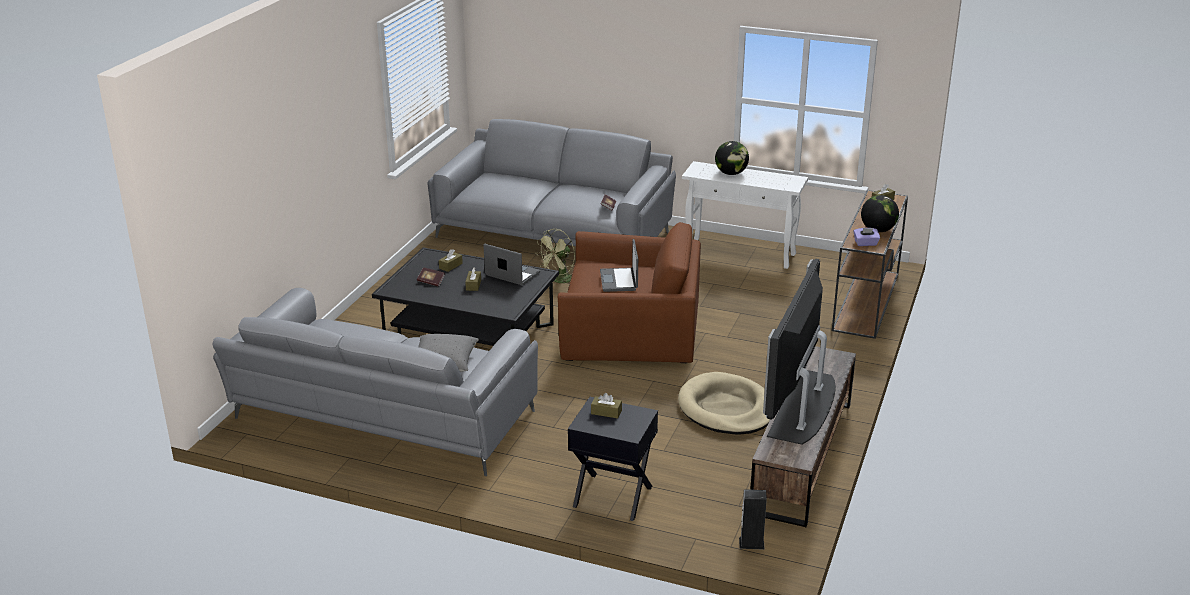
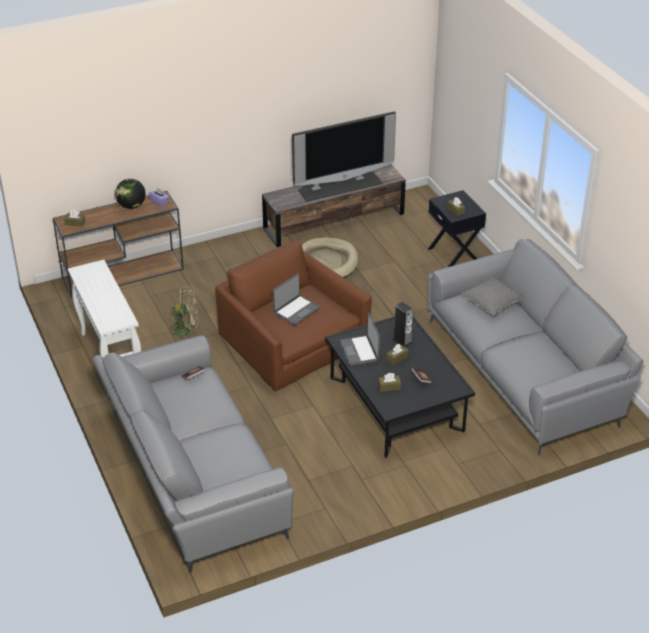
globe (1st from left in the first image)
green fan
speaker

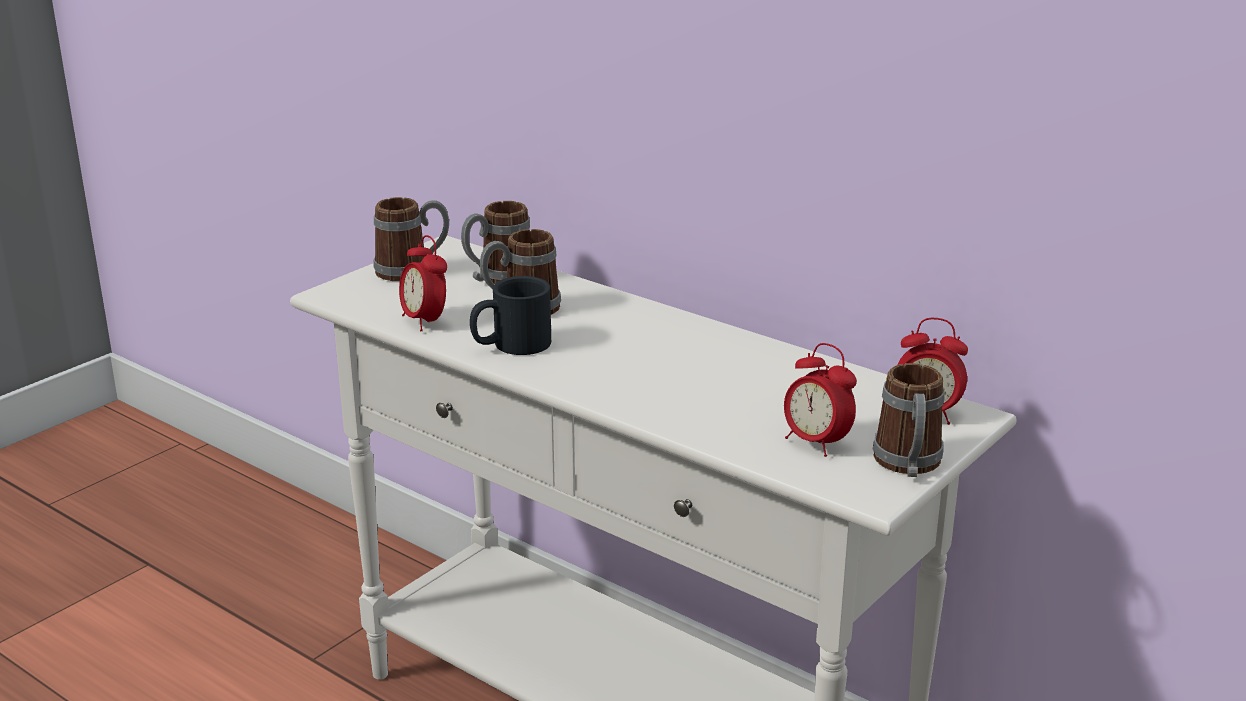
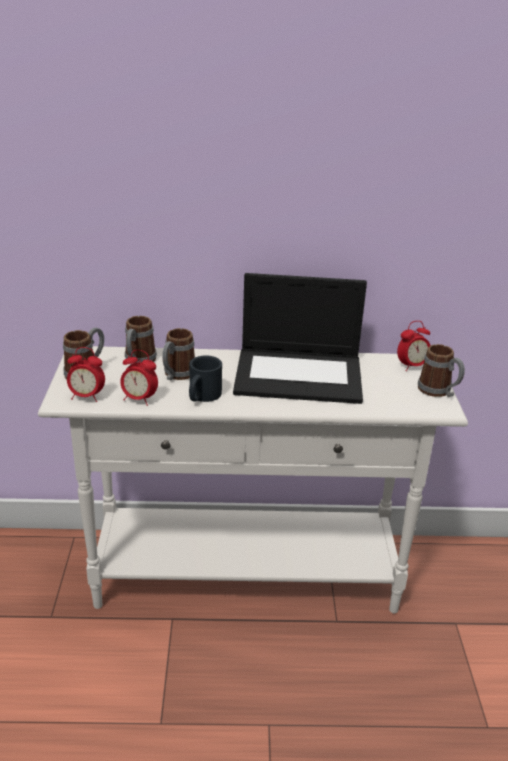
laptop
alarm clock (1st from left)

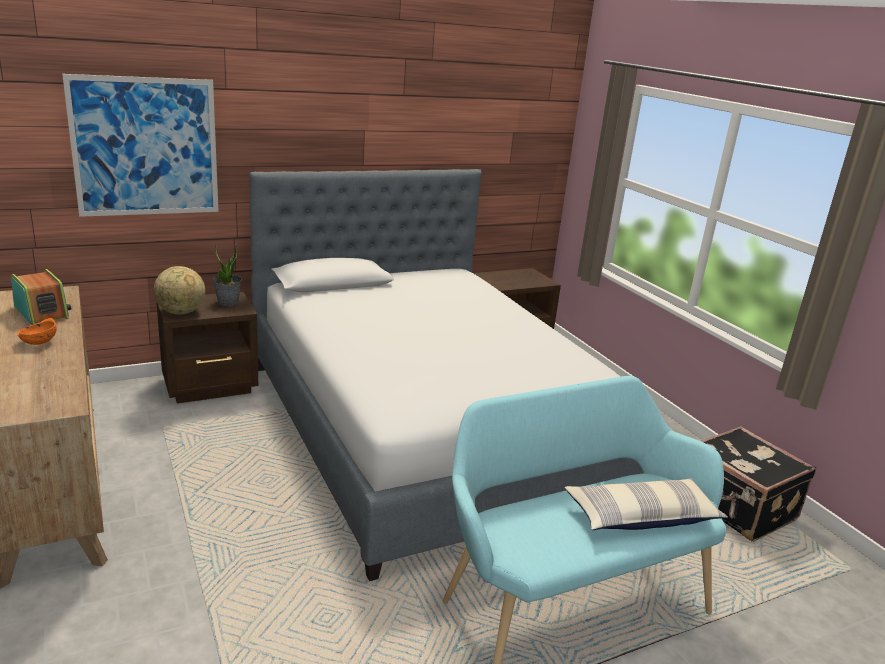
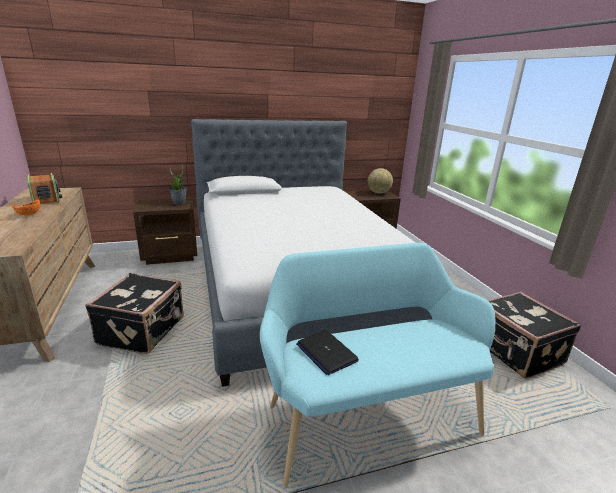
picture
pillow
black suitcase (1st from left)
laptop
globe

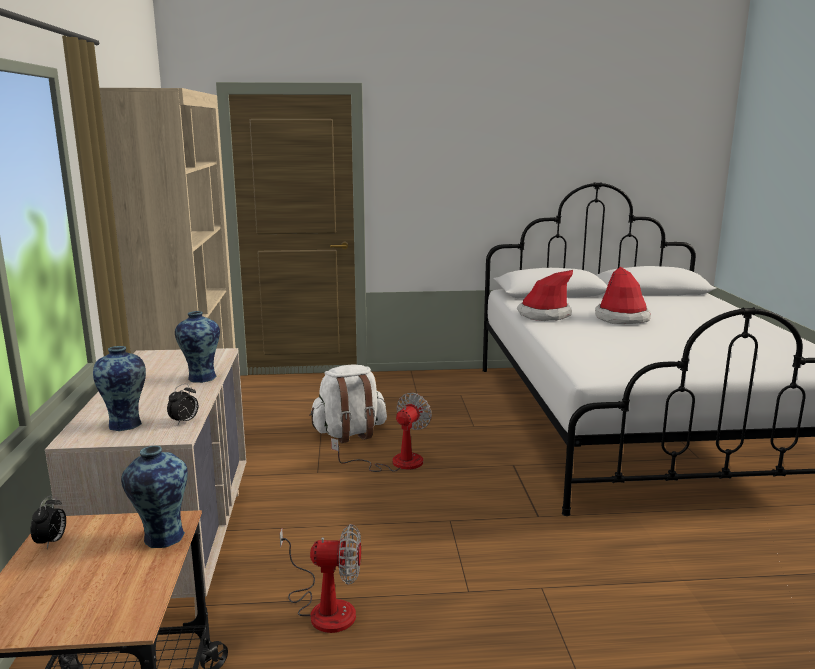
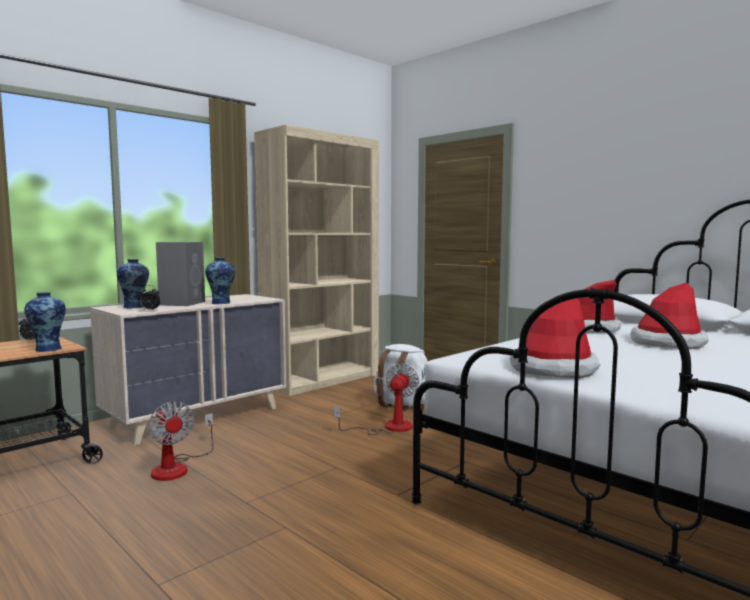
grey speaker
hat (1st from left)
fan (2nd from left)

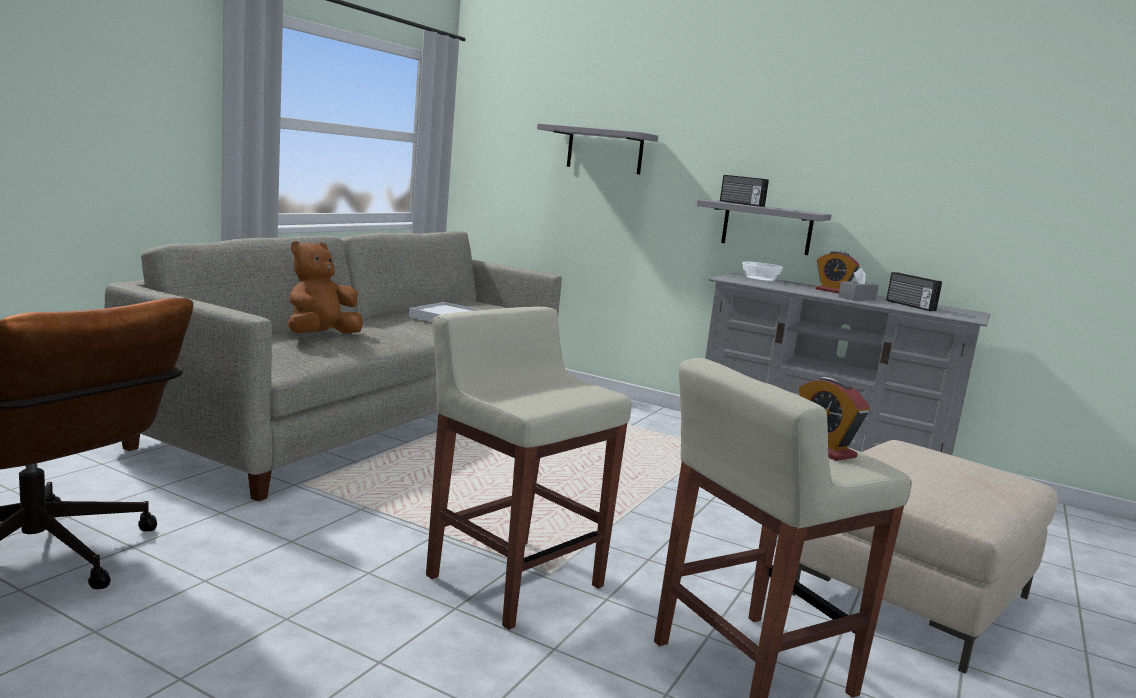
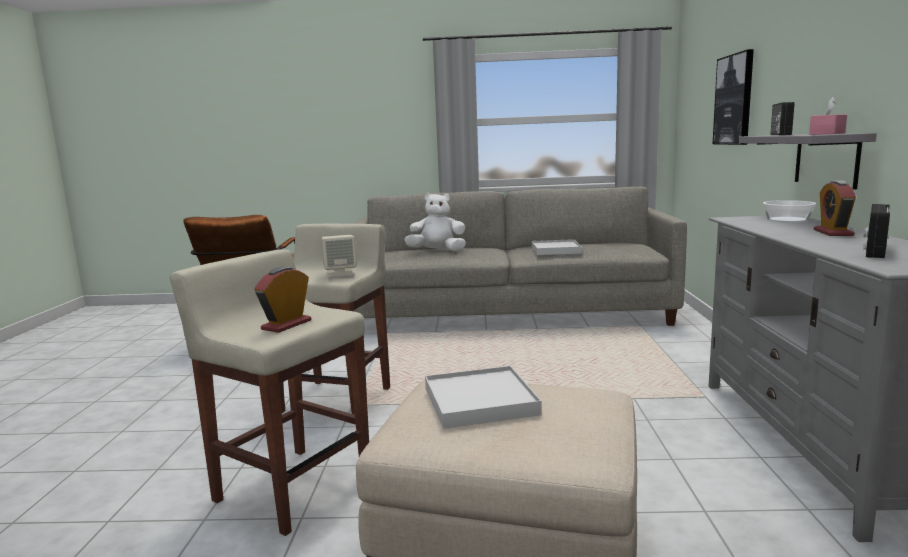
grey tissue box
beige speaker
white tray (1st from left)
pink tissue box
picture
white plush toy

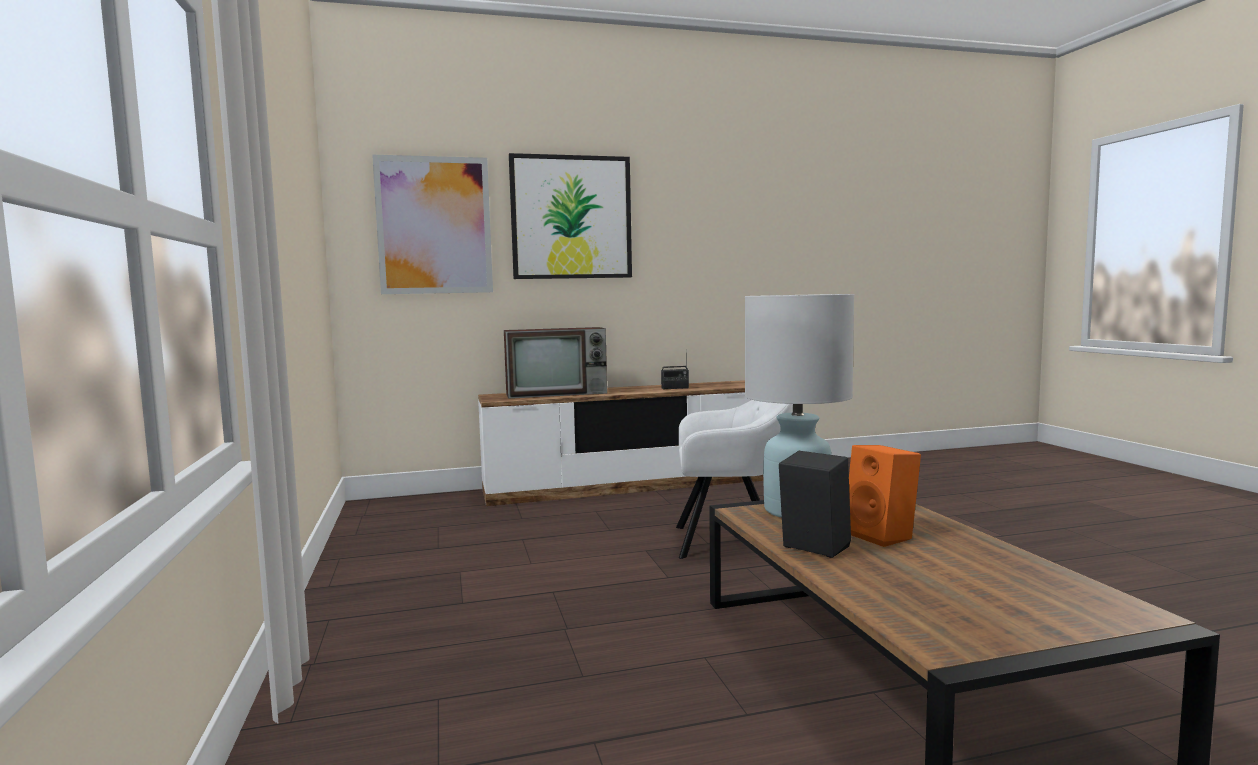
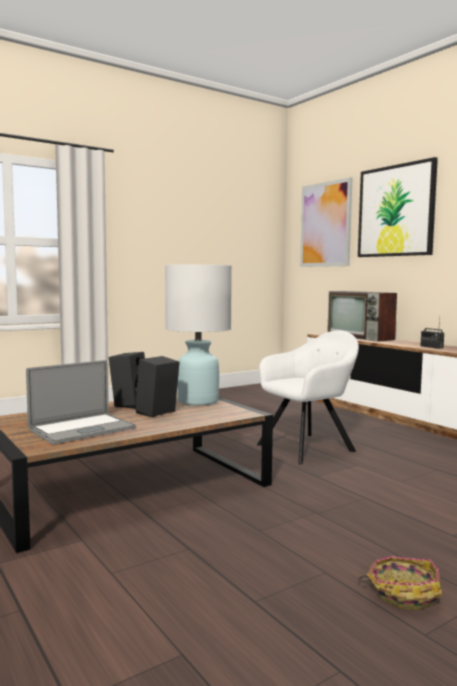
laptop
basket
black speaker (2nd from left)
white armchair

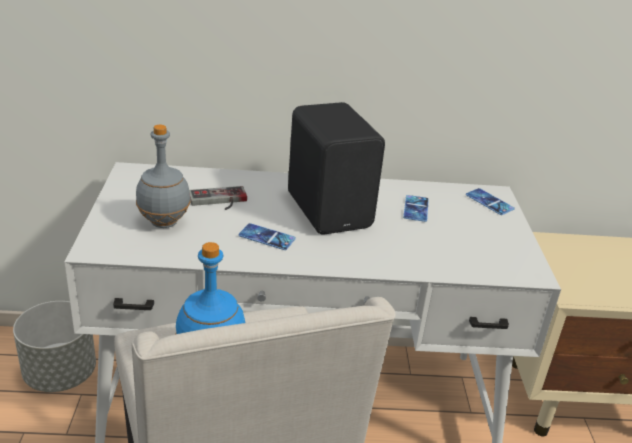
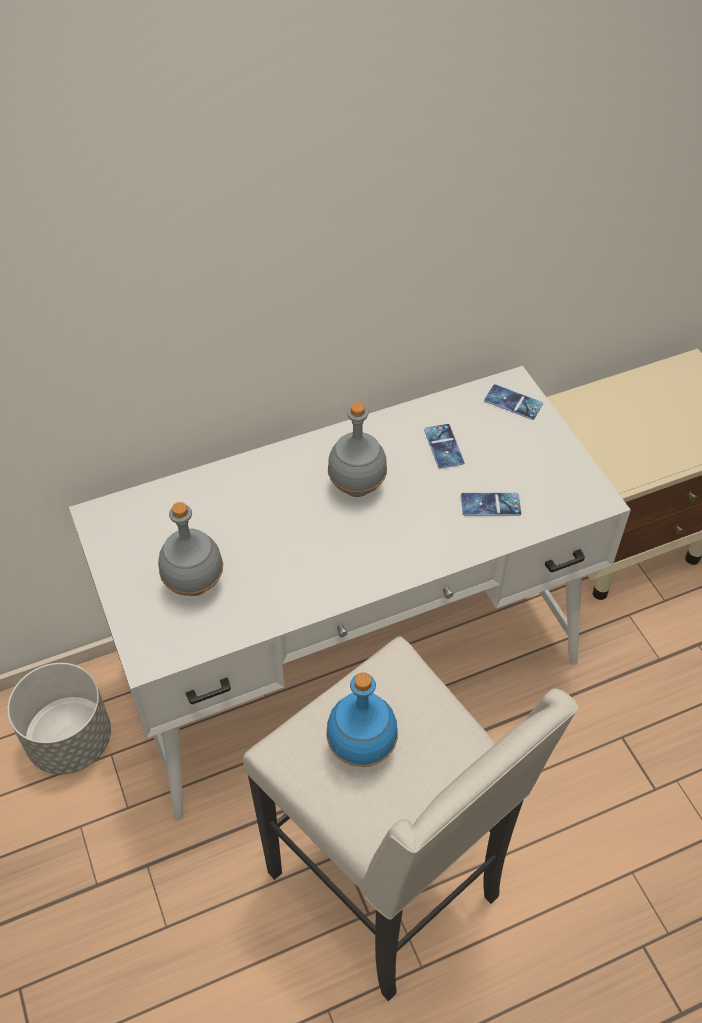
game controller
phone (2nd from left)
grey bottle (2nd from left)

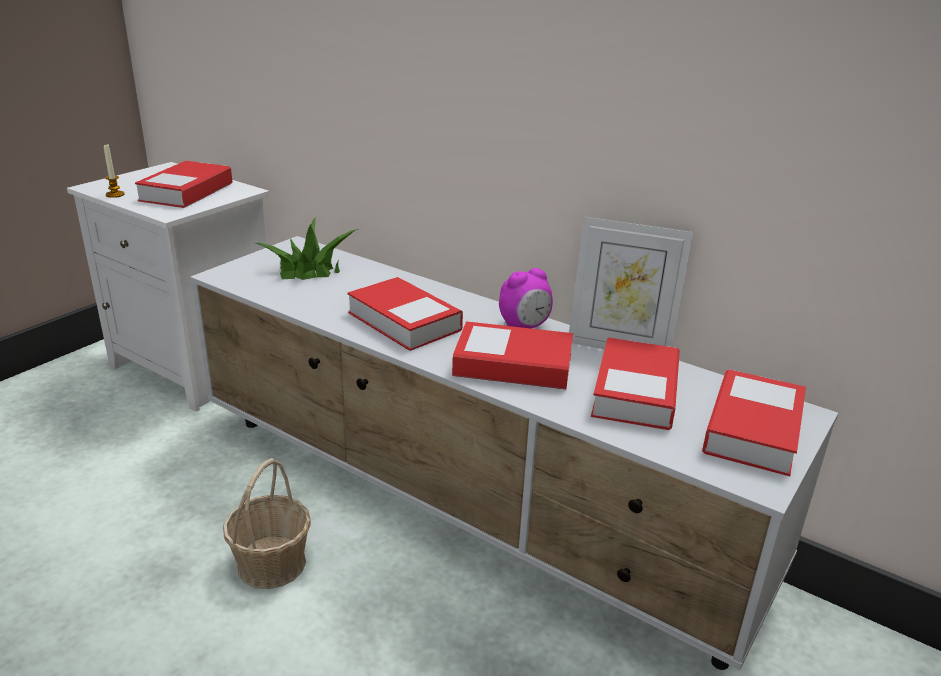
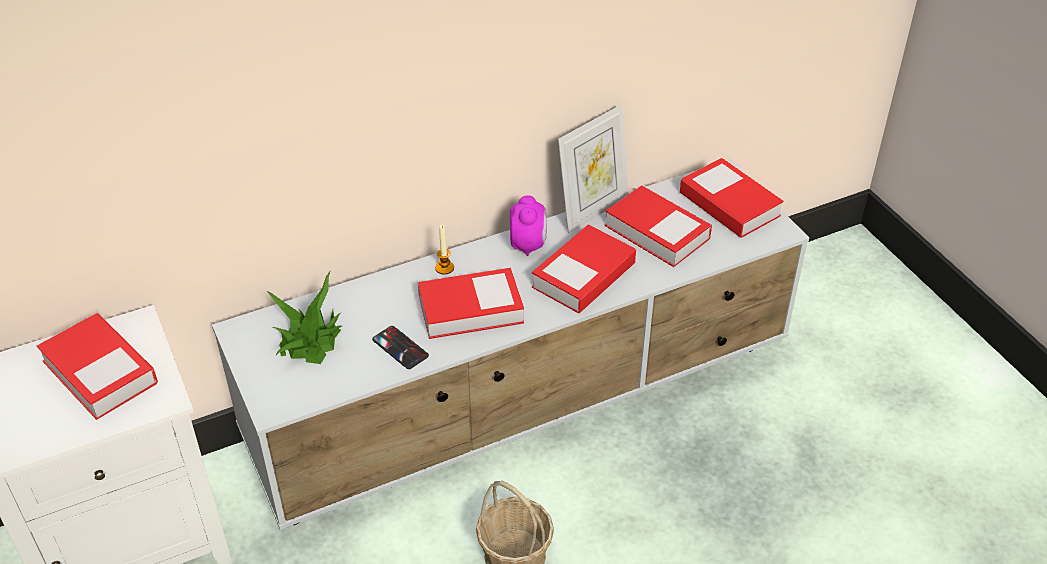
phone
candle

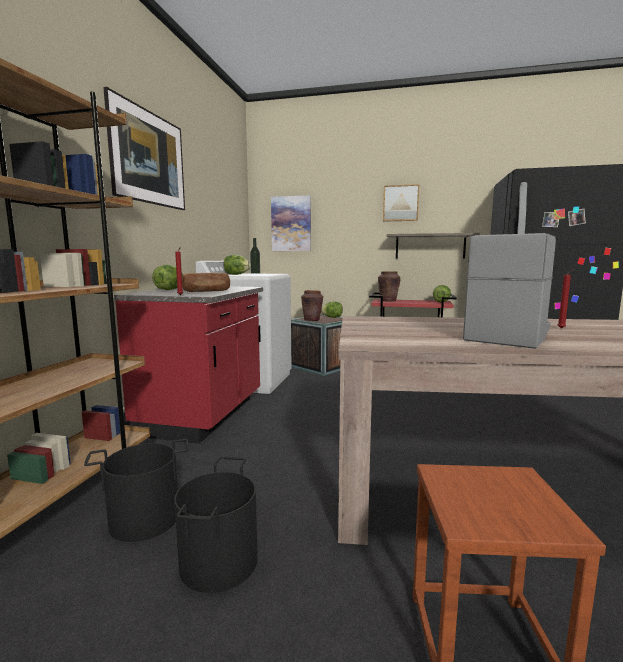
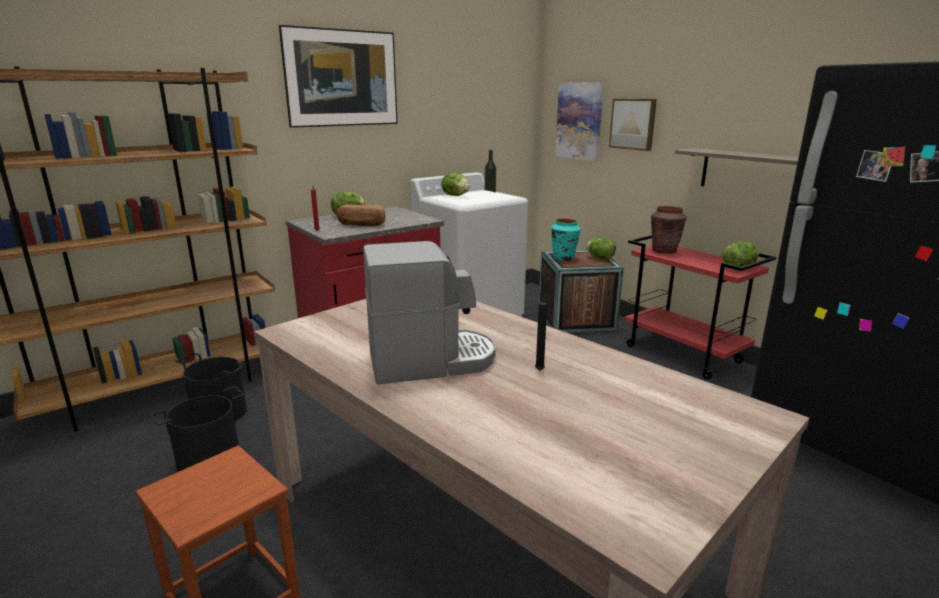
picture (3rd from left)
turquoise vase
black candle

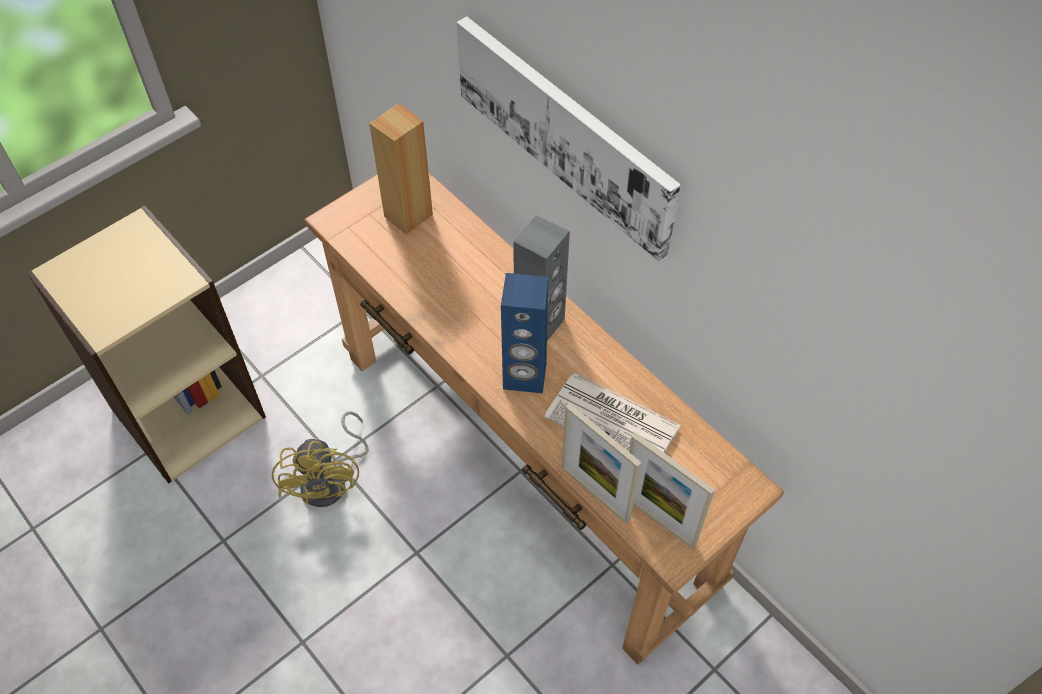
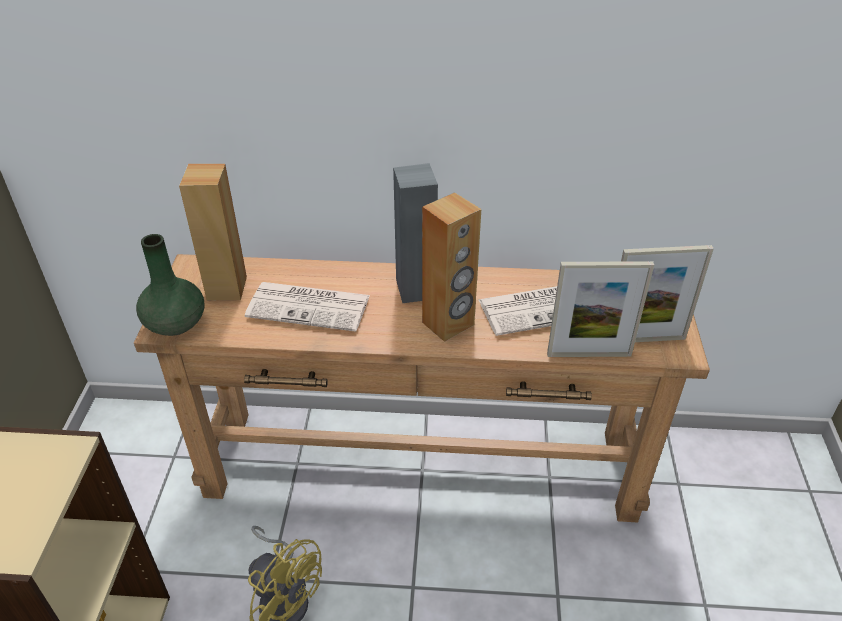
picture
green vase
newspaper (1st from left)
brown speaker (2nd from left)

